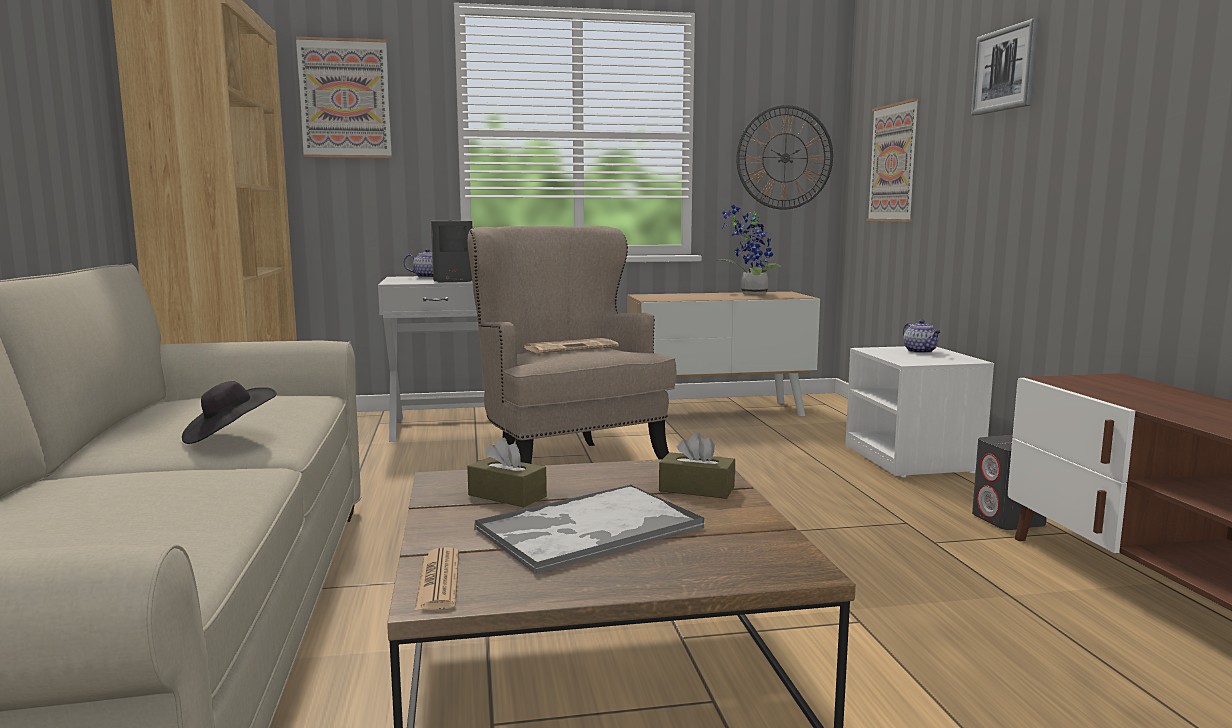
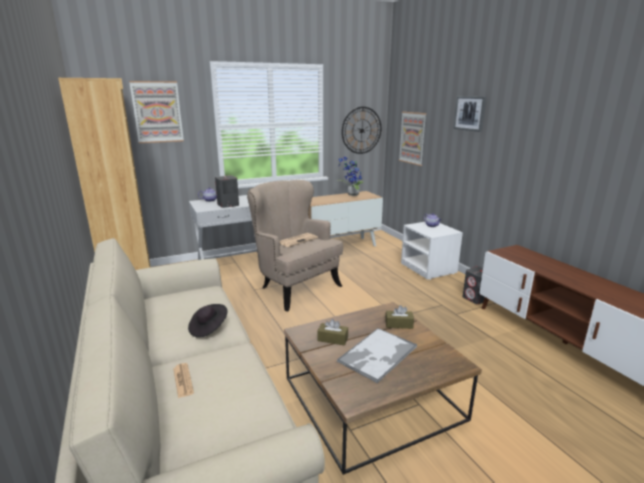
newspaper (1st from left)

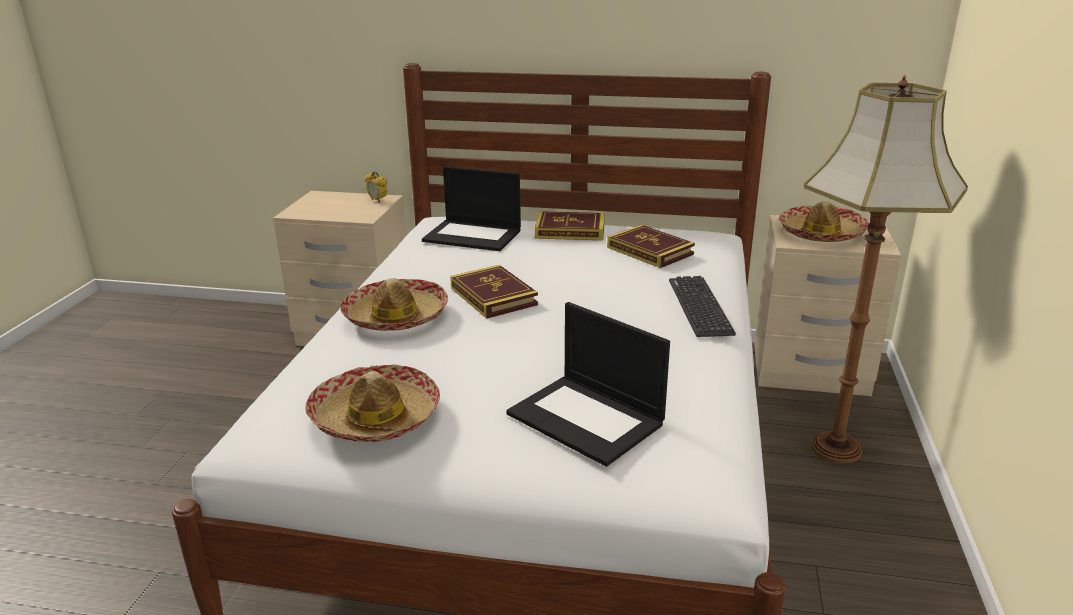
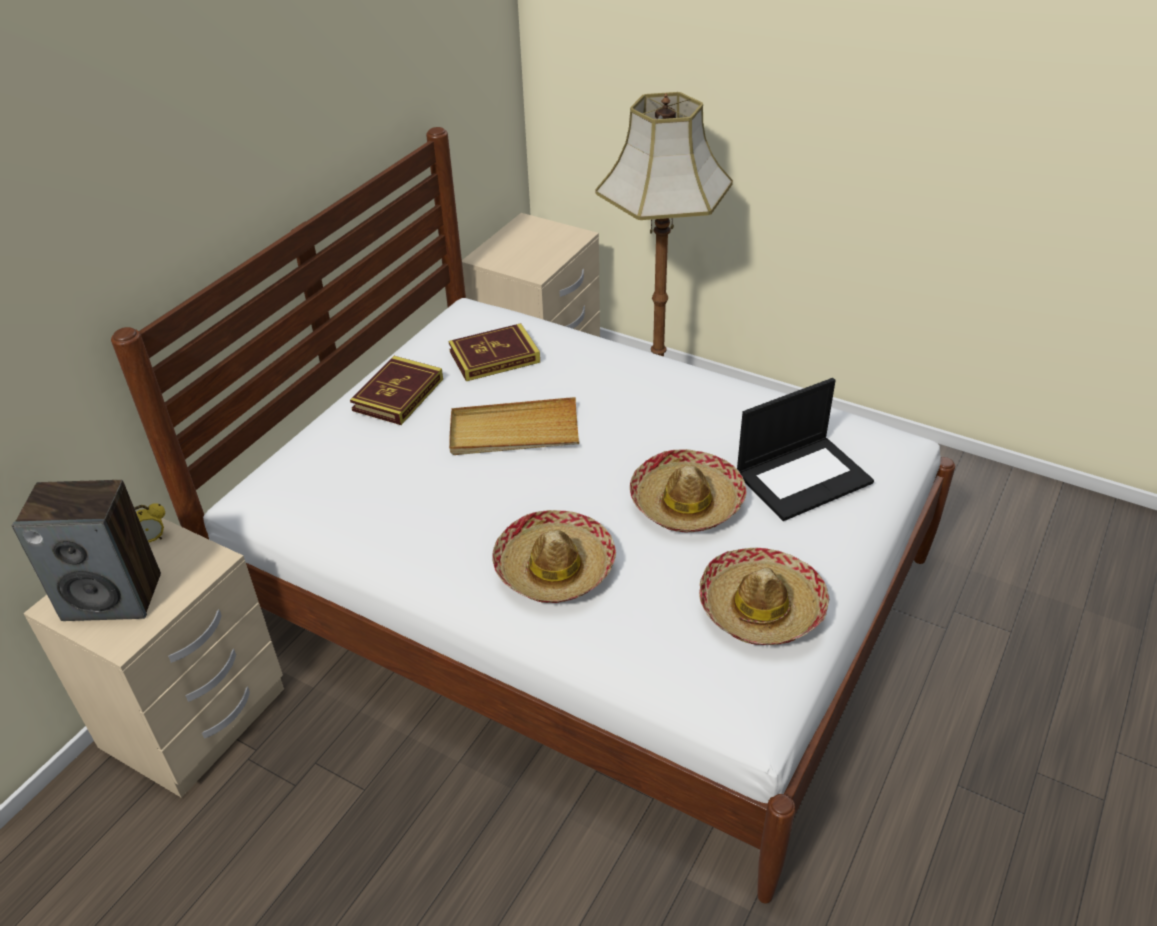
laptop (1st from left in the first image)
book (1st from left in the first image)
keyboard
speaker
beige tray
hat (2nd from left)

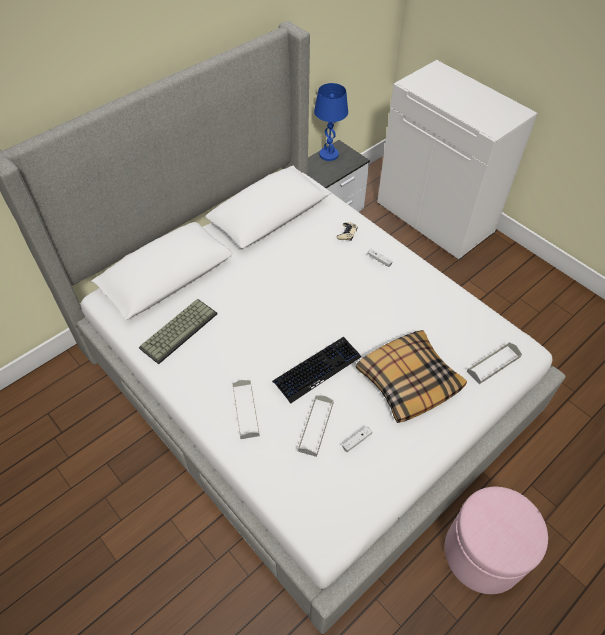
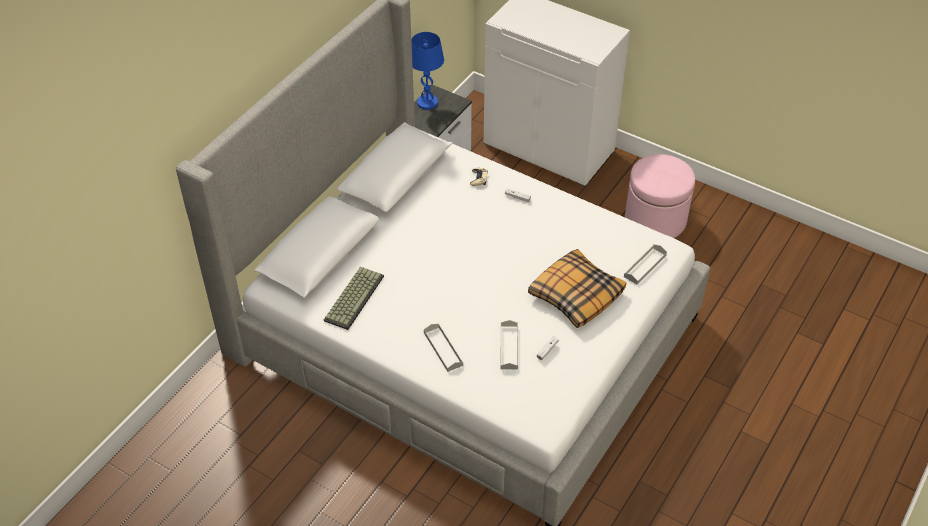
keyboard (2nd from left in the first image)
pink ottoman

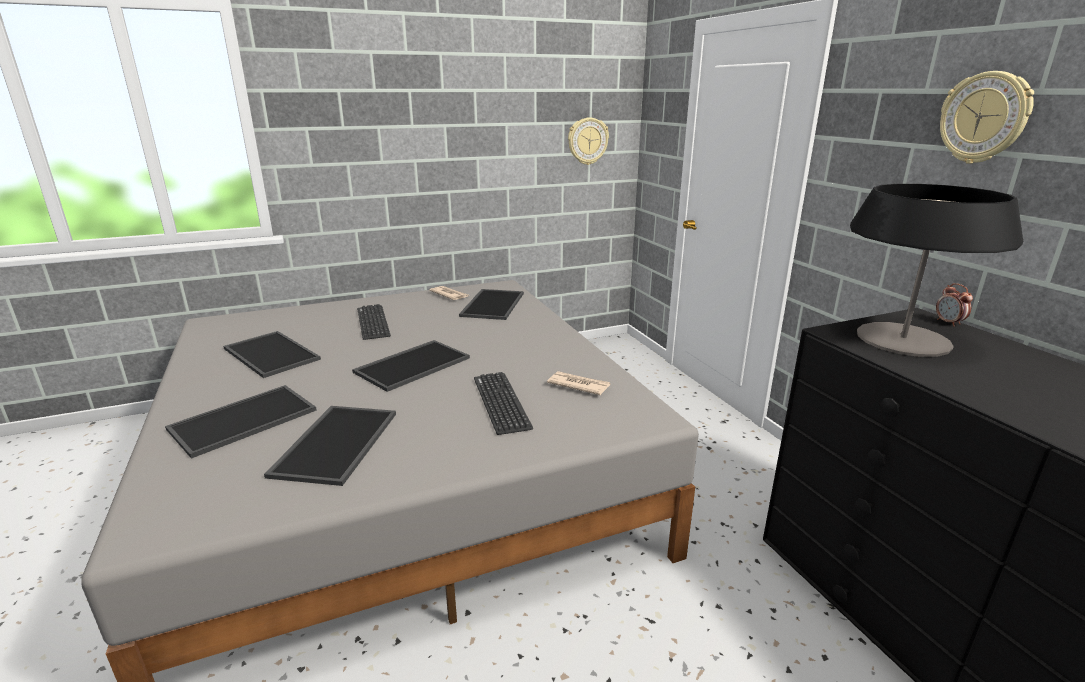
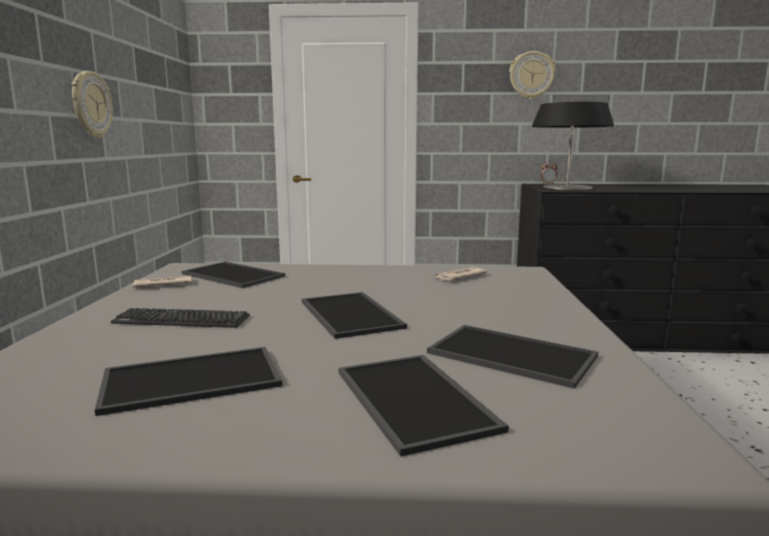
keyboard (2nd from left in the first image)
wall clock (1st from left)

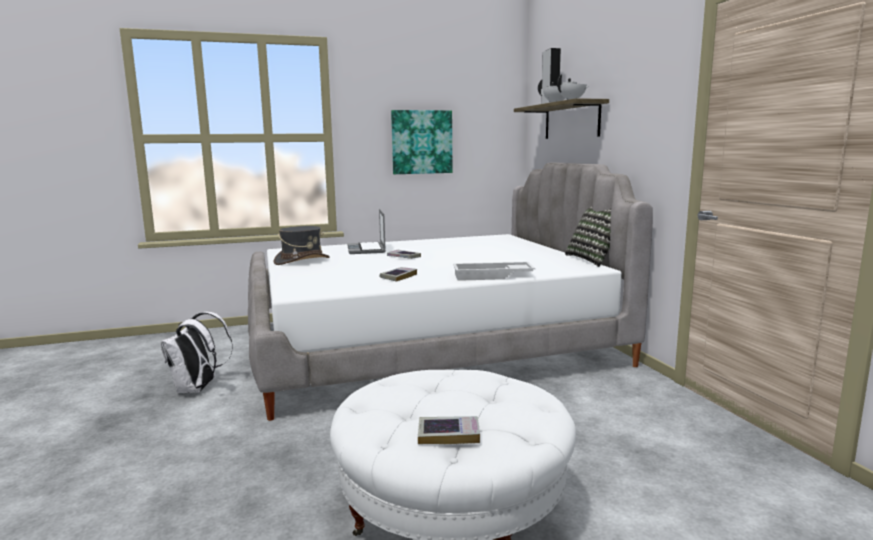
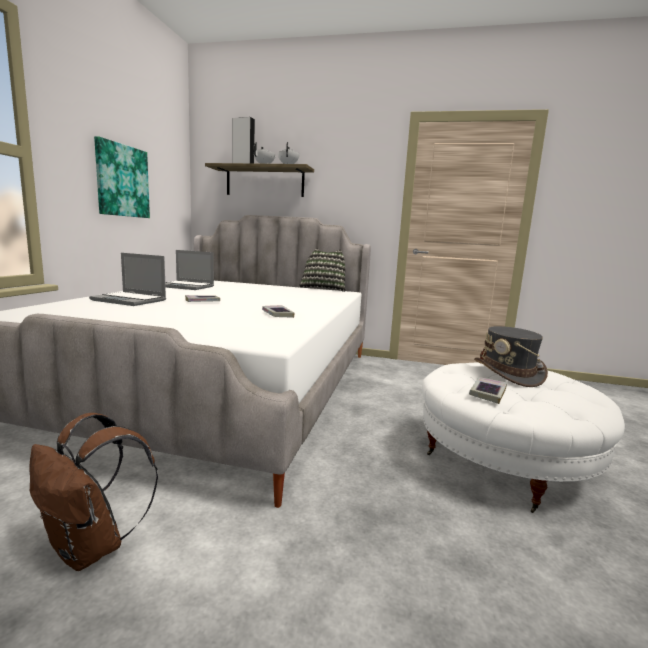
white tray
laptop (2nd from left)
grey hat
book (3rd from left)
brown backpack

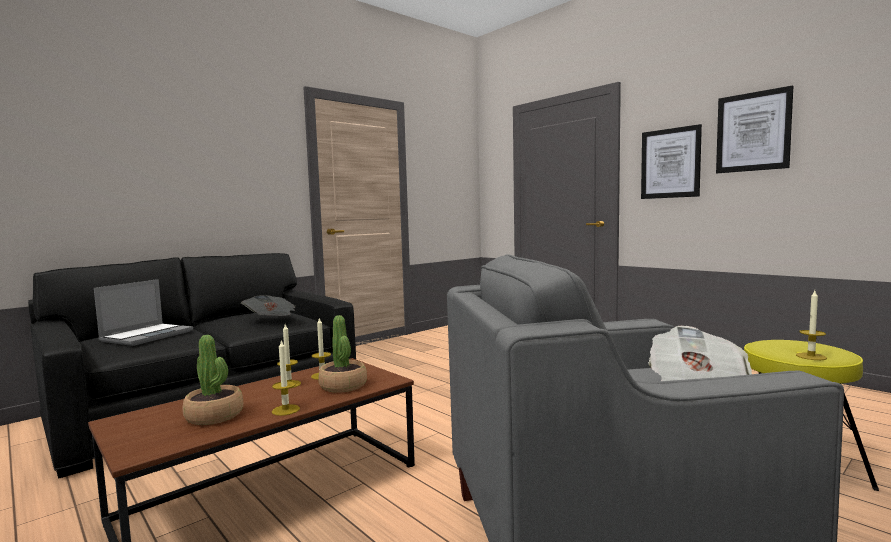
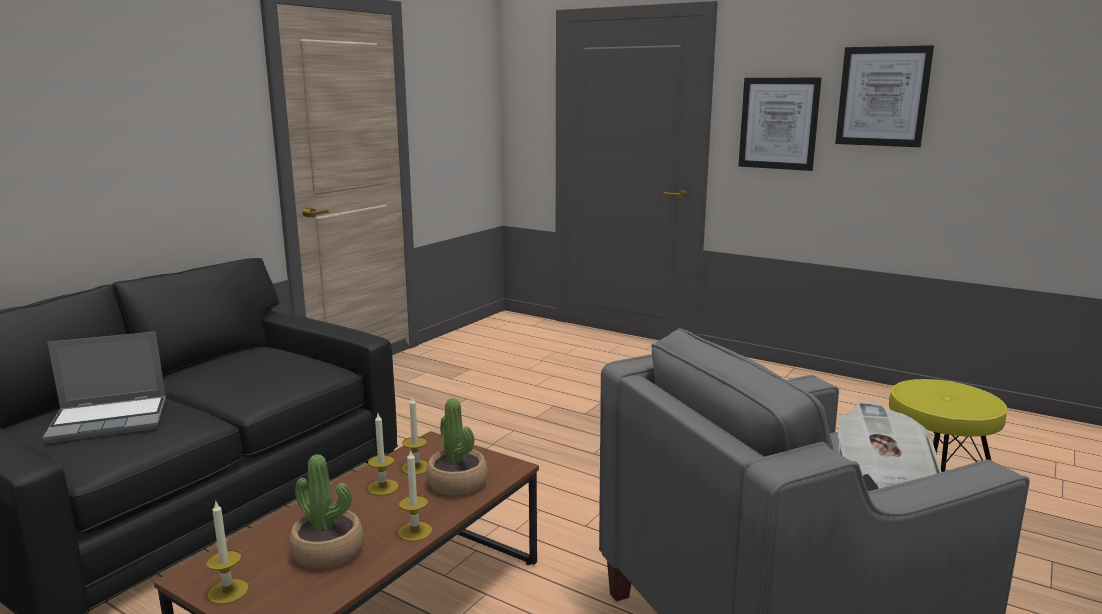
newspaper (1st from left in the first image)
candle (1st from left)
laptop

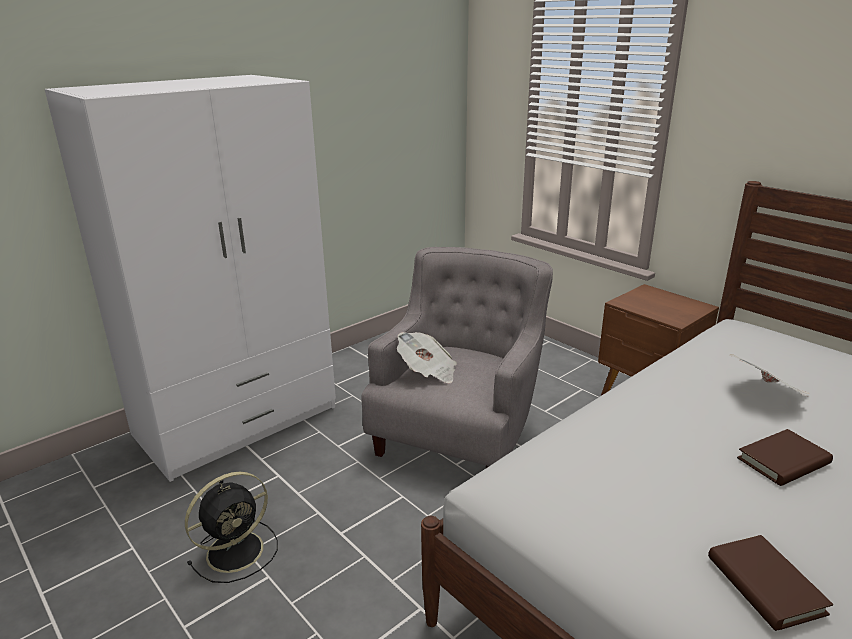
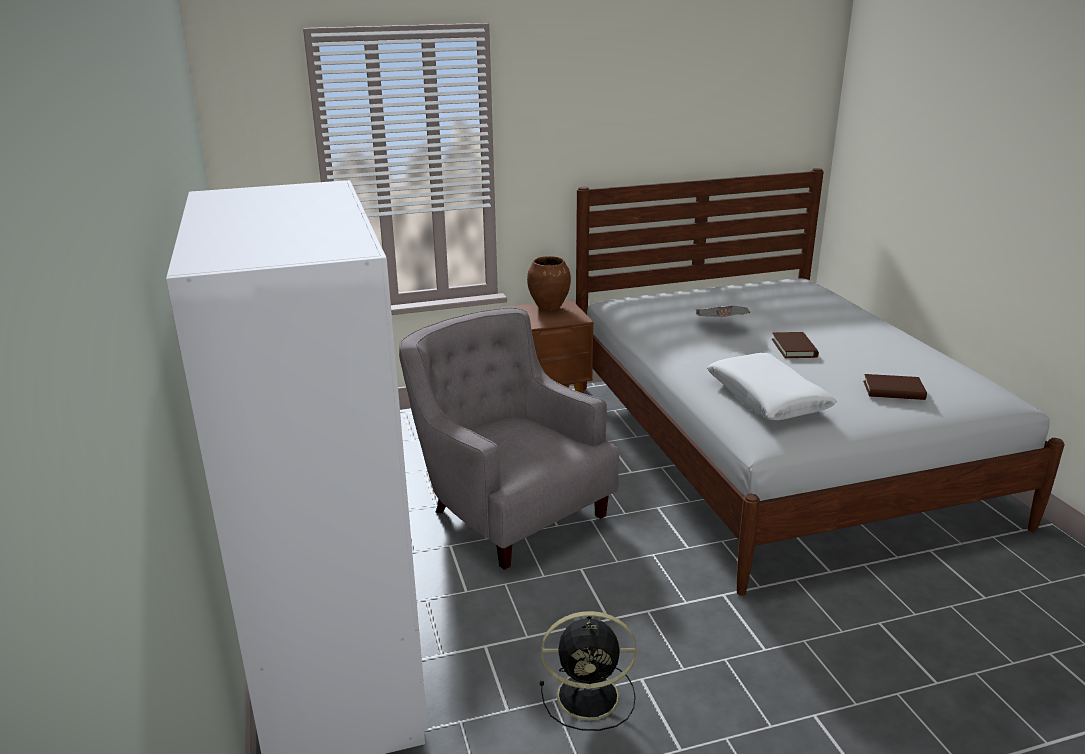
newspaper (1st from left in the first image)
brown vase
white pillow
black fan

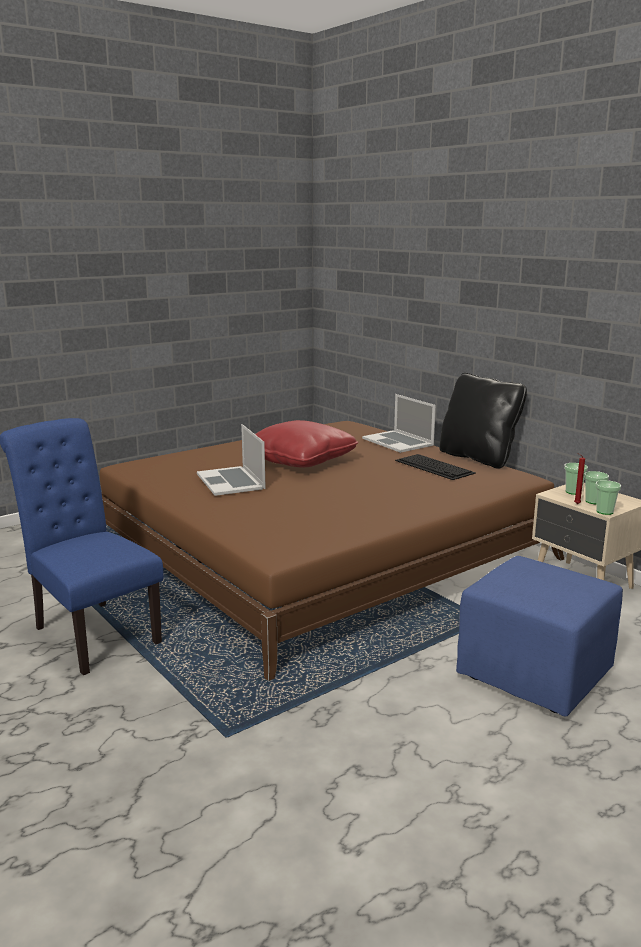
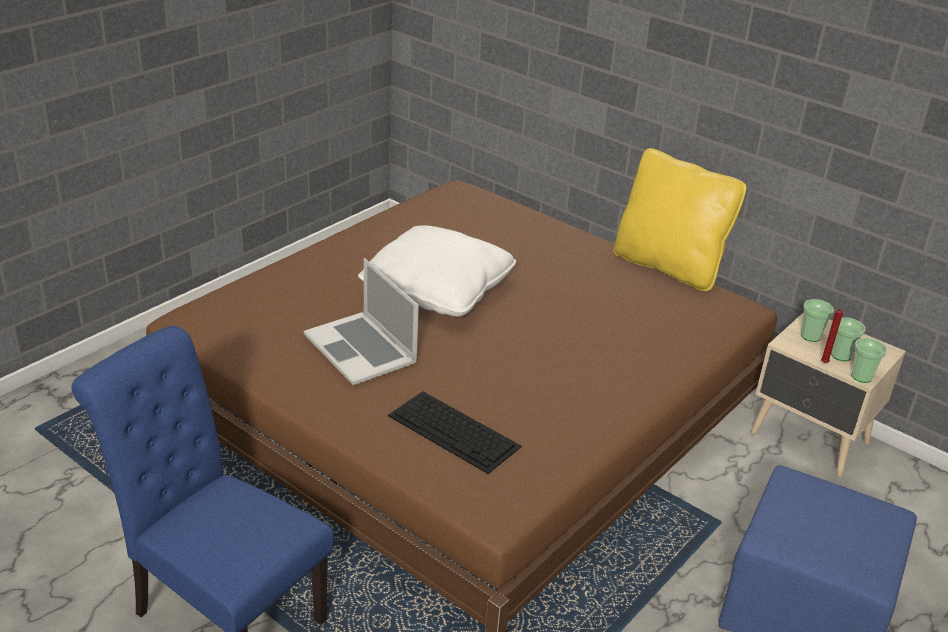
laptop (2nd from left in the first image)
keyboard
white pillow
yellow pillow

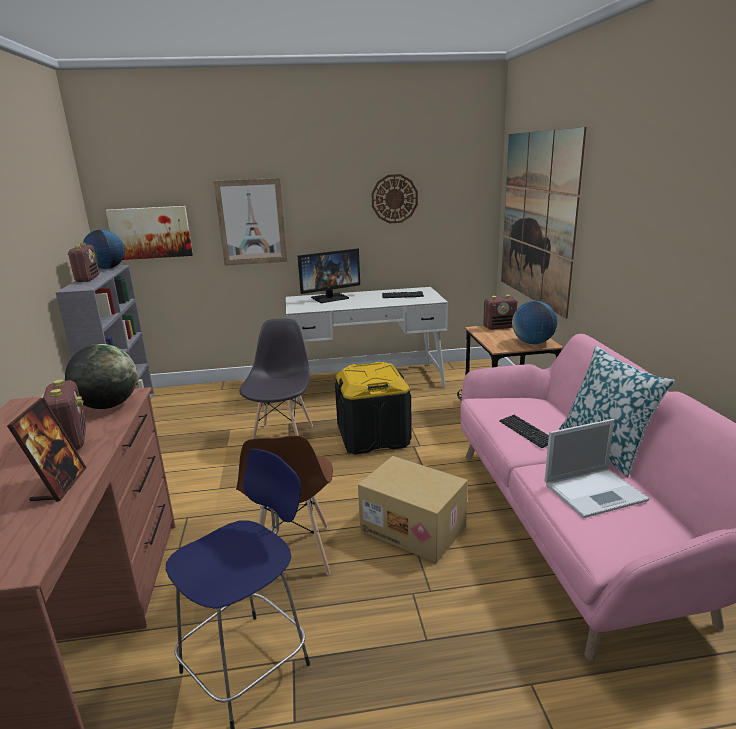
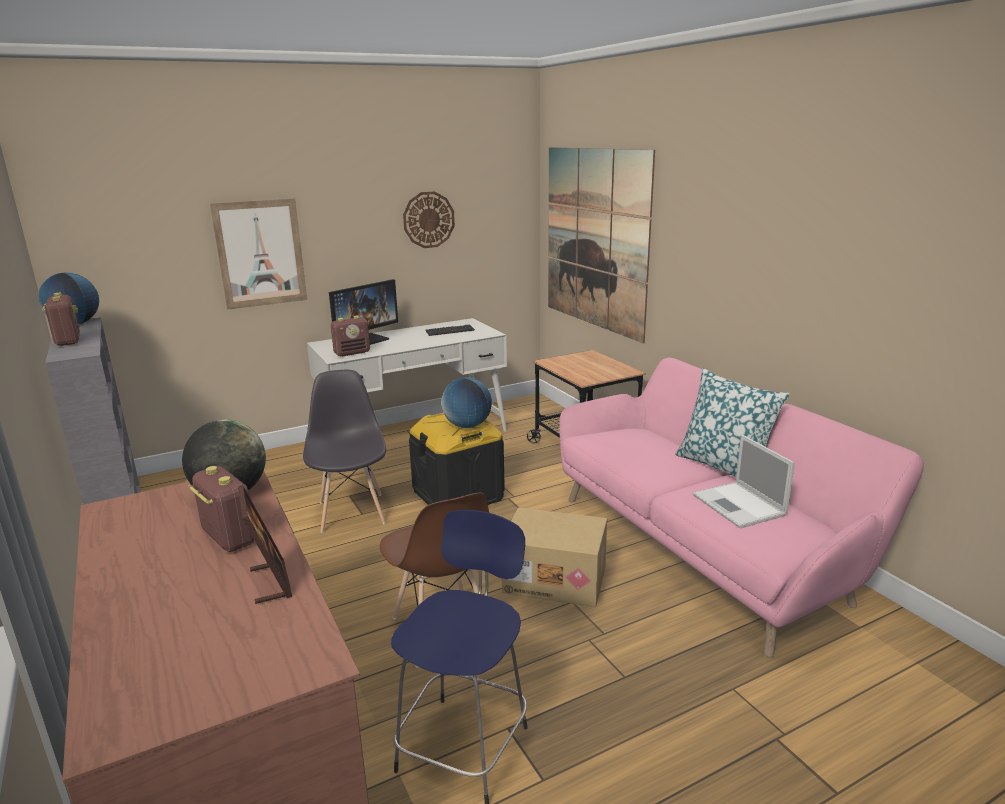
picture (1st from left in the first image)
keyboard (2nd from left in the first image)
radio (3rd from left)
globe (3rd from left)
laptop

